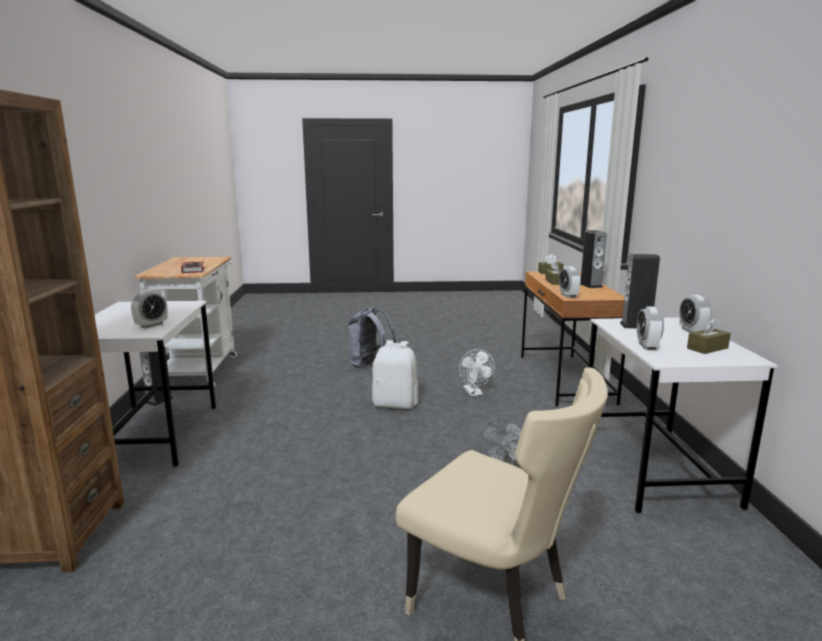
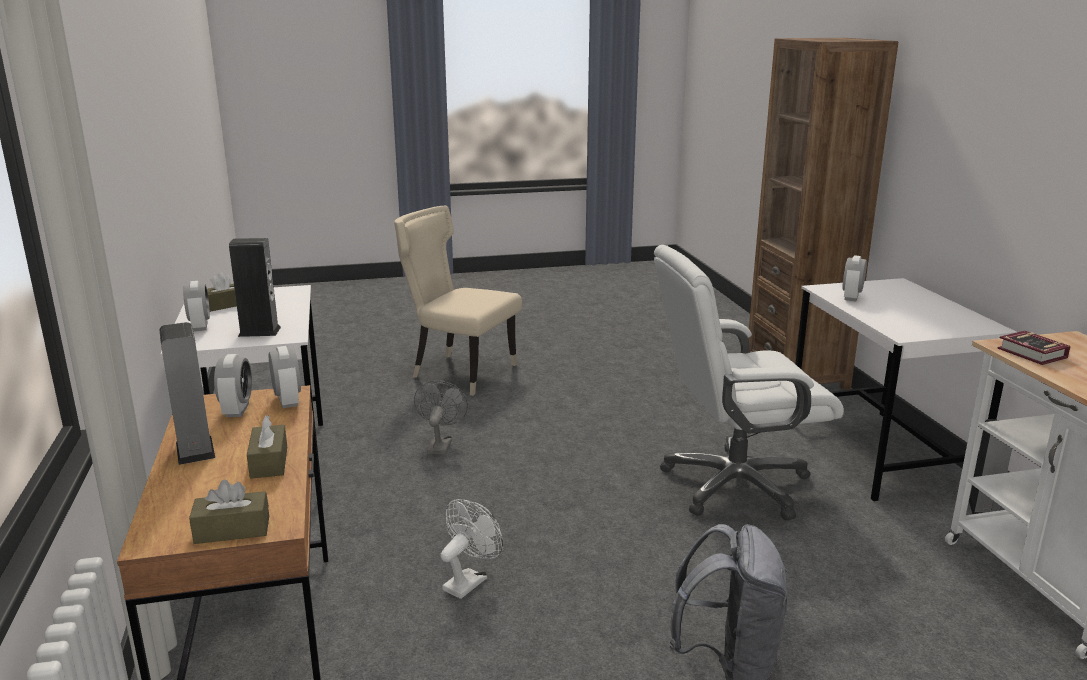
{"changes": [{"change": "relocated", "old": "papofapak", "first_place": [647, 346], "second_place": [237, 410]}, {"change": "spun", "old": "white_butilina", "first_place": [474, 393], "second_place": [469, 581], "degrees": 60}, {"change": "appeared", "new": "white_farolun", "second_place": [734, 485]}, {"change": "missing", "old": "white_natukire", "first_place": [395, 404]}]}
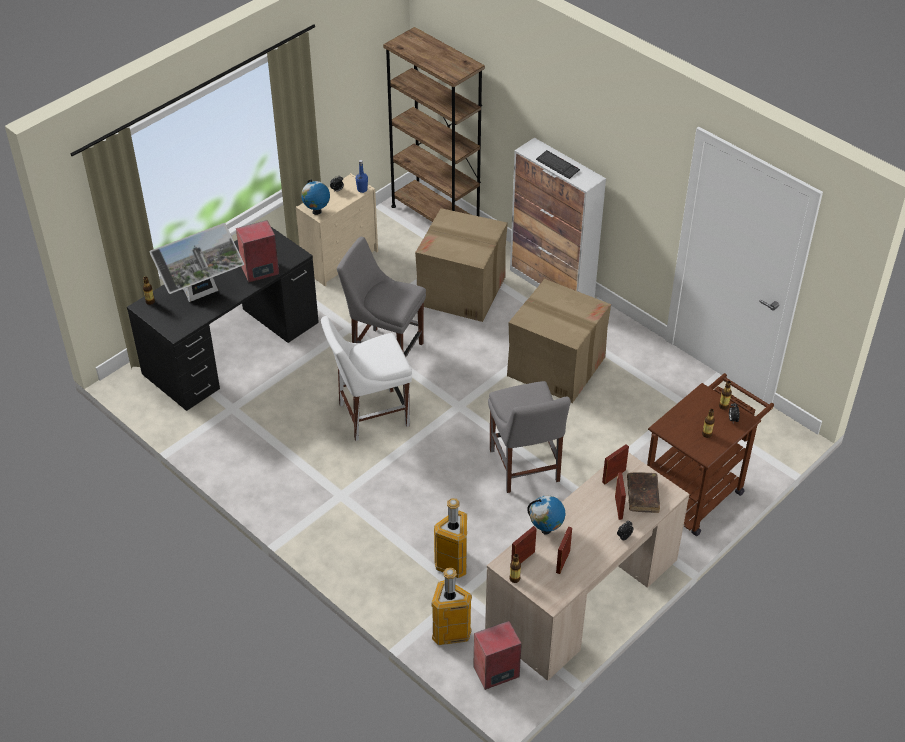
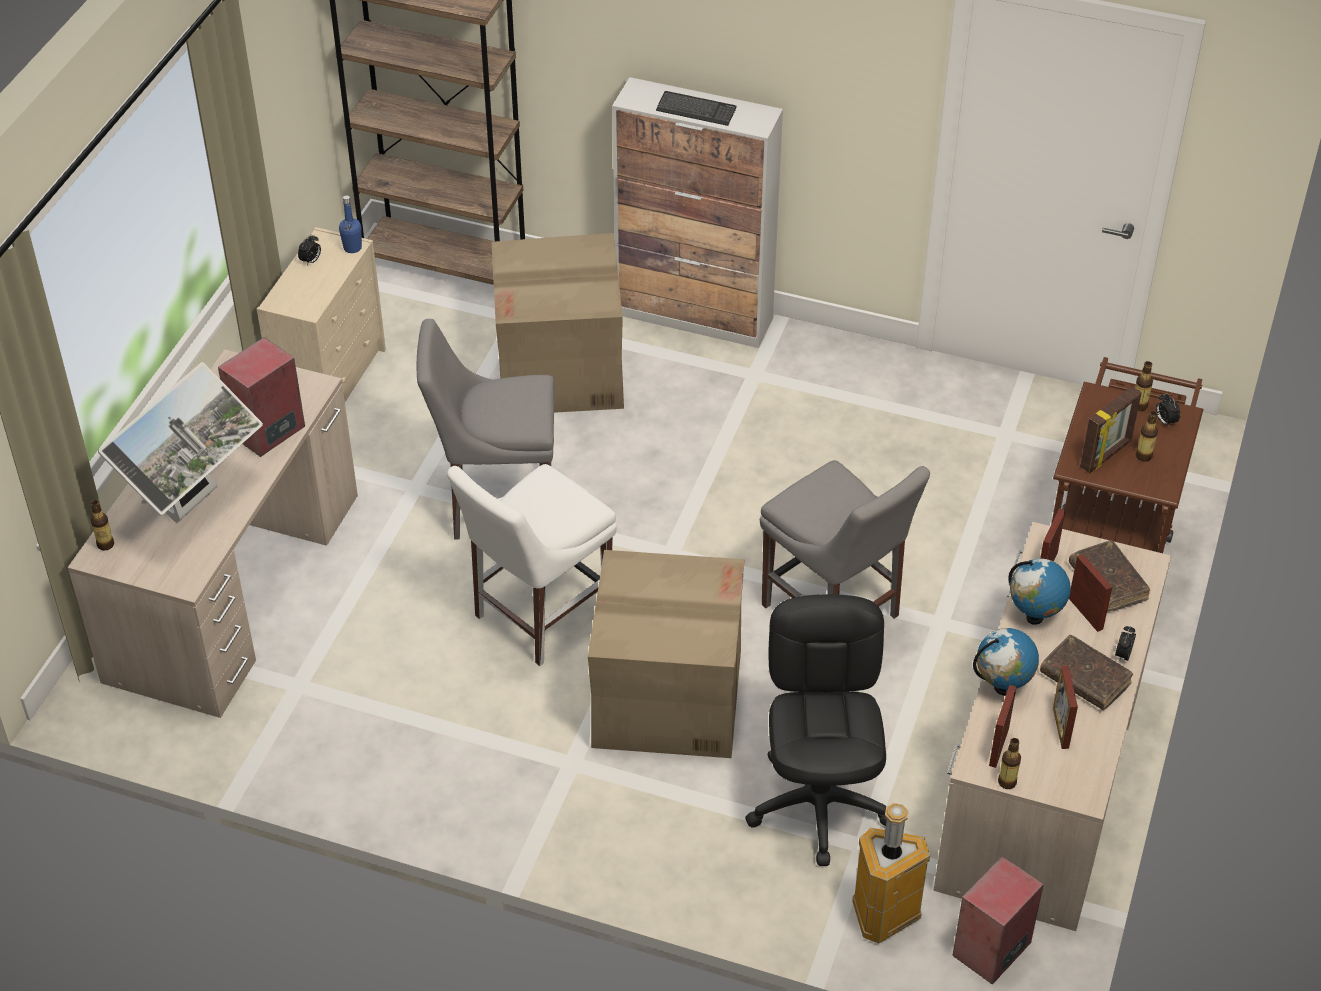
{"changes": [{"change": "colour", "old": "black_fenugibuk", "new": "beige_fenugibuk", "first_place": [232, 348], "second_place": [236, 585]}, {"change": "relocated", "old": "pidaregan", "first_place": [555, 366], "second_place": [665, 698]}, {"change": "exchanged", "old": "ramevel", "new": "black_farolun", "first_place": [453, 563], "second_place": [819, 804]}, {"change": "relocated", "old": "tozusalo", "first_place": [316, 212], "second_place": [1034, 617]}, {"change": "appeared", "new": "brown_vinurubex", "second_place": [1085, 679]}, {"change": "appeared", "new": "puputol", "second_place": [1106, 455]}]}
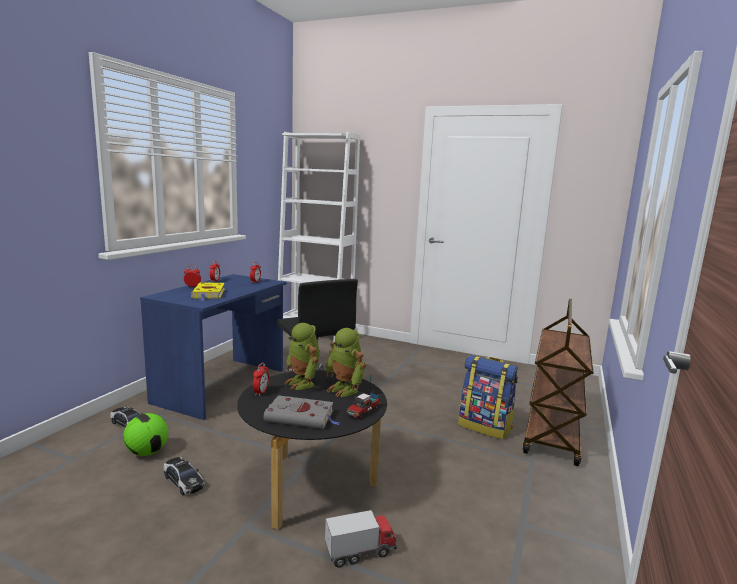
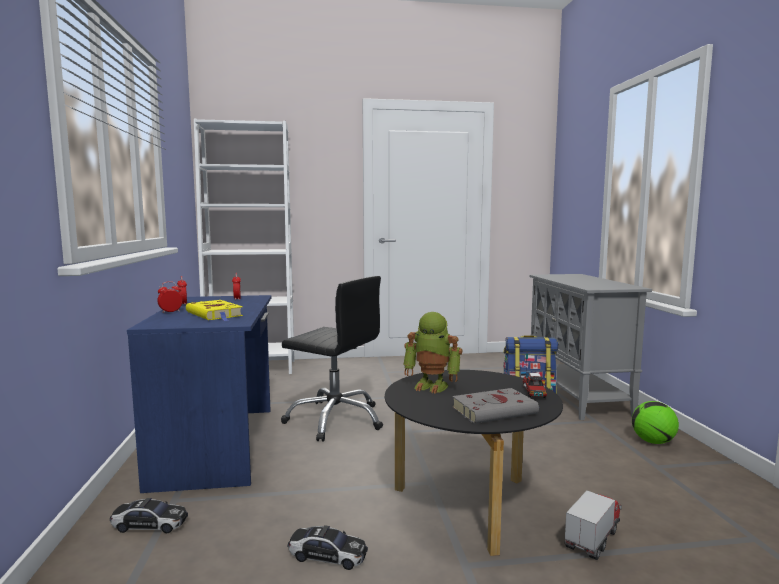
{"changes": [{"change": "exchanged", "old": "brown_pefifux", "new": "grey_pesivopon", "first_place": [553, 433], "second_place": [578, 397]}, {"change": "relocated", "old": "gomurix", "first_place": [147, 452], "second_place": [652, 441]}, {"change": "missing", "old": "papofapak", "first_place": [261, 392]}, {"change": "missing", "old": "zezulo", "first_place": [345, 389]}]}
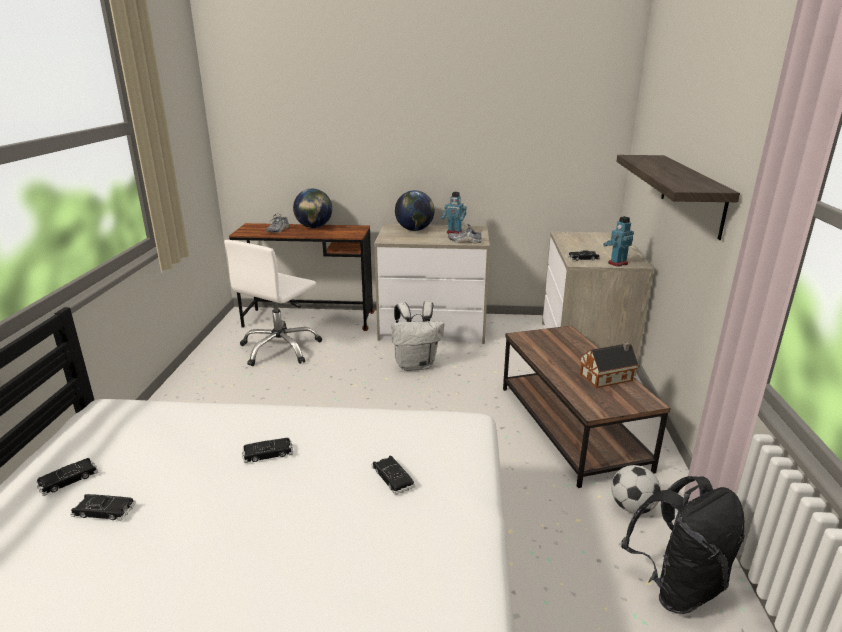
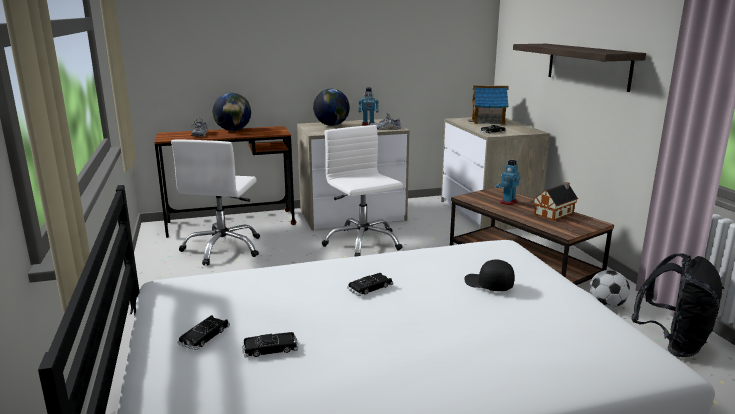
{"changes": [{"change": "exchanged", "old": "white_natukire", "new": "white_farolun", "first_place": [416, 365], "second_place": [362, 243]}, {"change": "exchanged", "old": "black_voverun", "new": "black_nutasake", "first_place": [392, 478], "second_place": [488, 285]}, {"change": "appeared", "new": "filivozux", "second_place": [488, 121]}, {"change": "relocated", "old": "zezulo", "first_place": [617, 263], "second_place": [507, 202]}]}
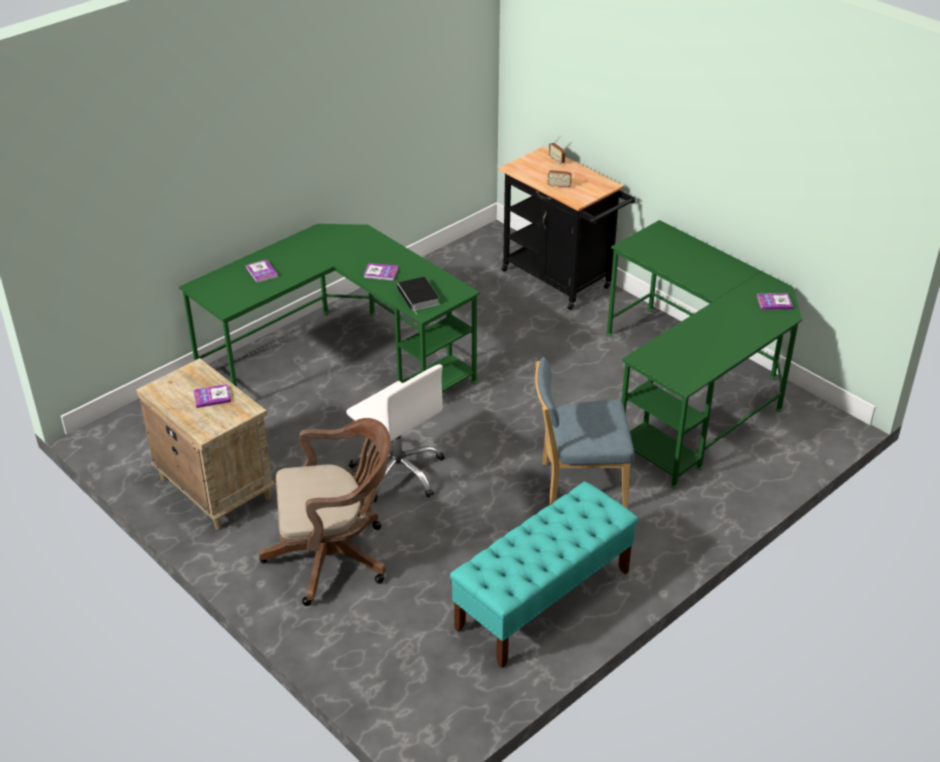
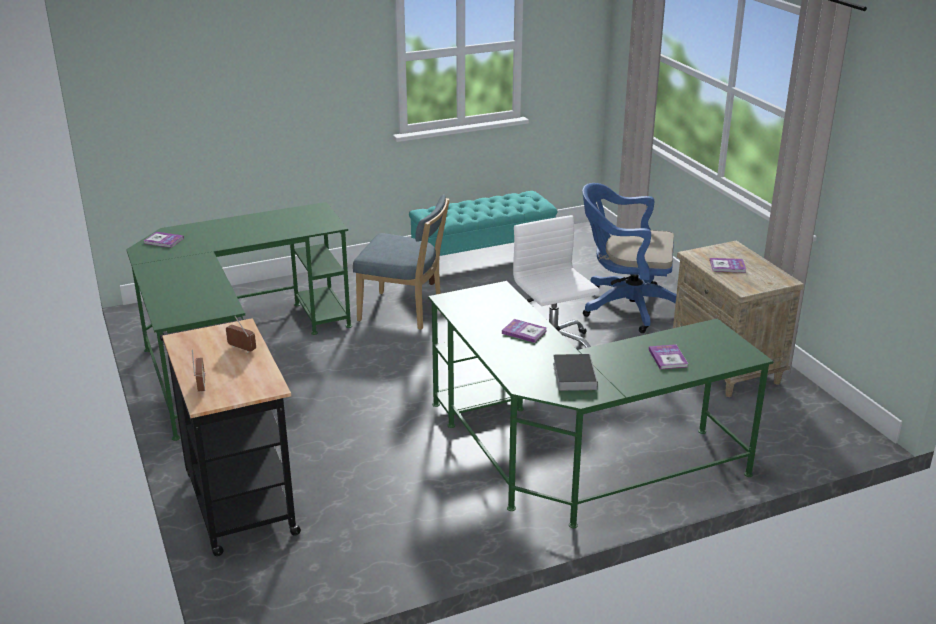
{"changes": [{"change": "relocated", "old": "vinurubex", "first_place": [419, 297], "second_place": [573, 375]}, {"change": "colour", "old": "brown_farolun", "new": "blue_farolun", "first_place": [335, 557], "second_place": [626, 307]}]}
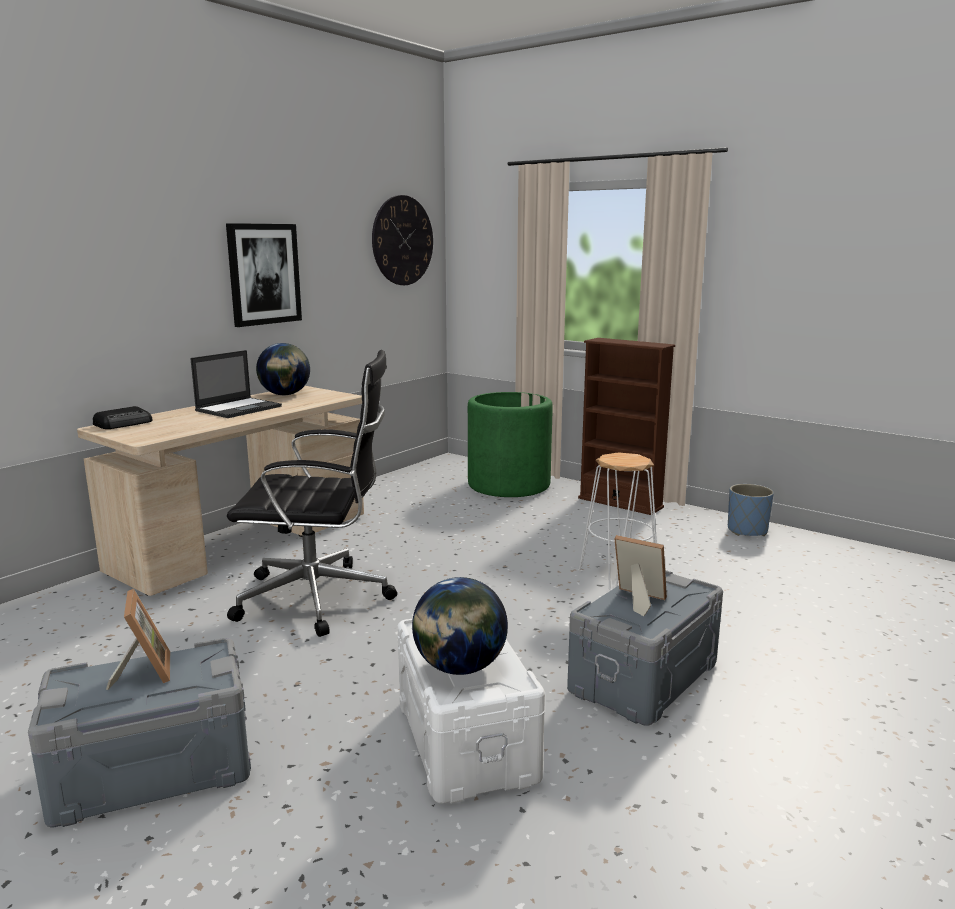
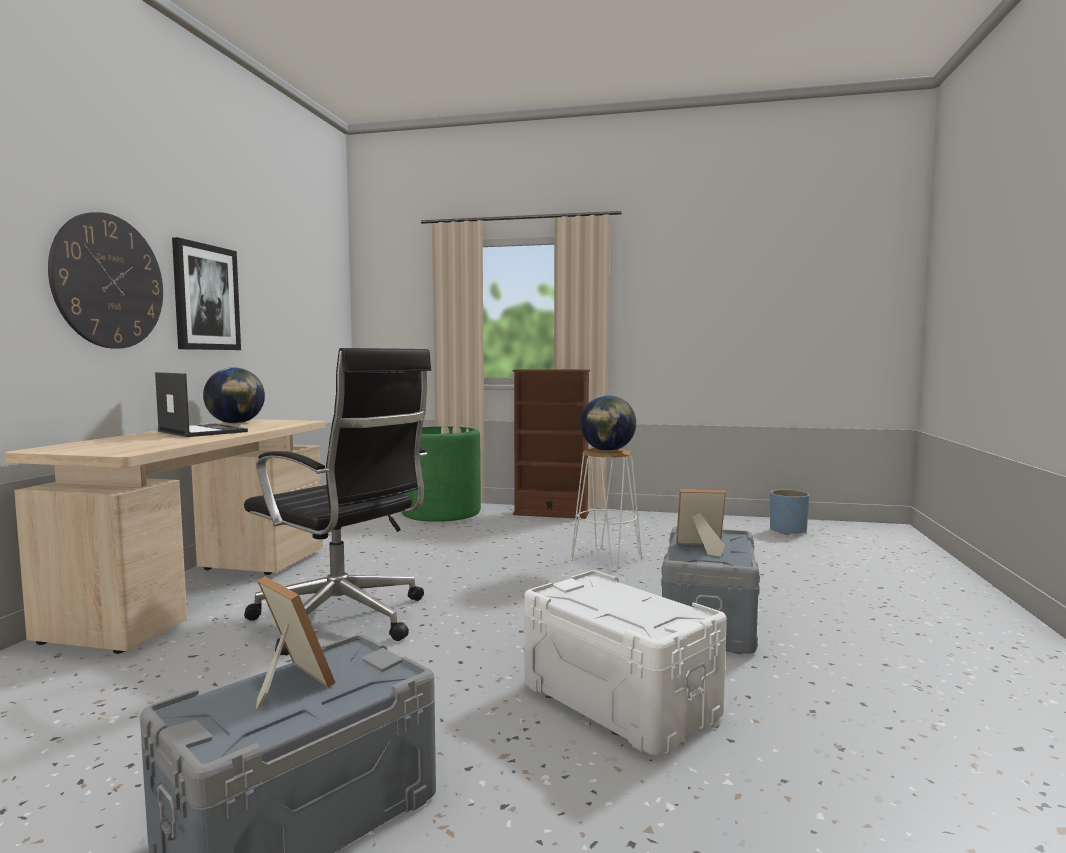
{"changes": [{"change": "relocated", "old": "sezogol", "first_place": [402, 240], "second_place": [109, 281]}, {"change": "spun", "old": "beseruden", "first_place": [239, 408], "second_place": [201, 431], "degrees": -60}, {"change": "spun", "old": "black_farolun", "first_place": [319, 598], "second_place": [343, 620], "degrees": 60}, {"change": "relocated", "old": "tozusalo", "first_place": [460, 667], "second_place": [607, 450]}, {"change": "relocated", "old": "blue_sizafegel", "first_place": [747, 530], "second_place": [788, 531]}, {"change": "missing", "old": "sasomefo", "first_place": [124, 423]}]}
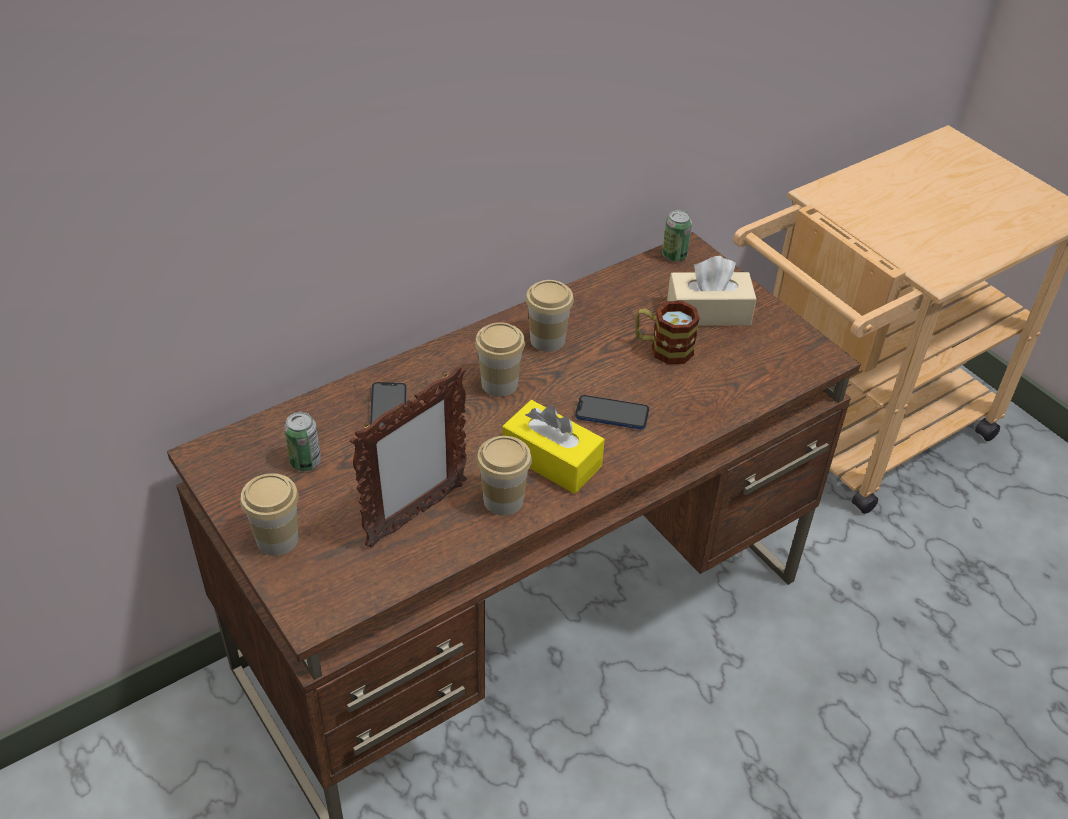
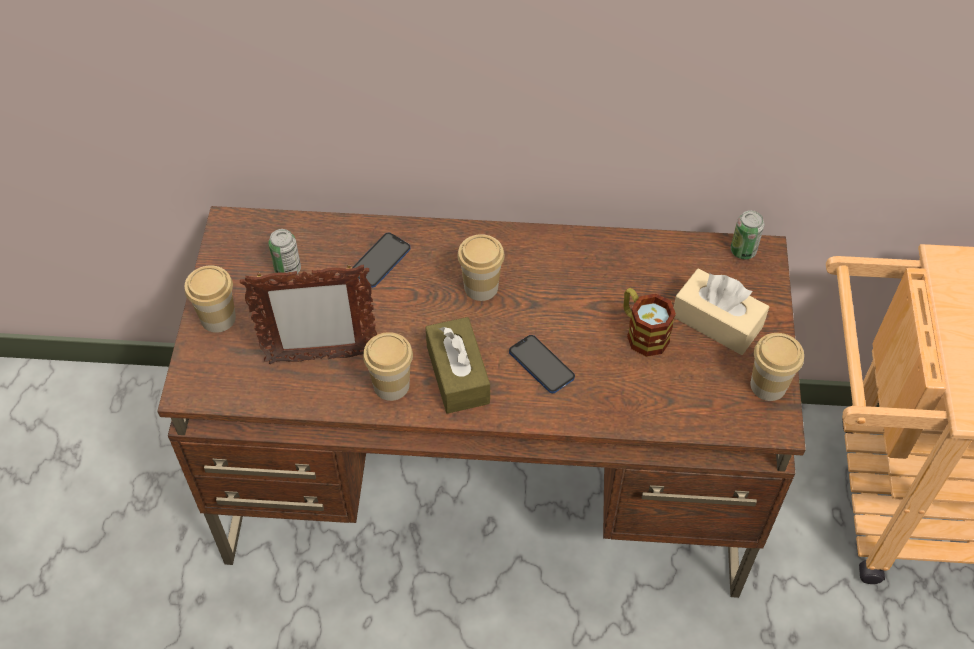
{"changes": [{"change": "colour", "old": "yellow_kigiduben", "new": "brown_kigiduben", "first_place": [551, 459], "second_place": [457, 375]}, {"change": "relocated", "old": "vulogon", "first_place": [547, 340], "second_place": [768, 385]}]}
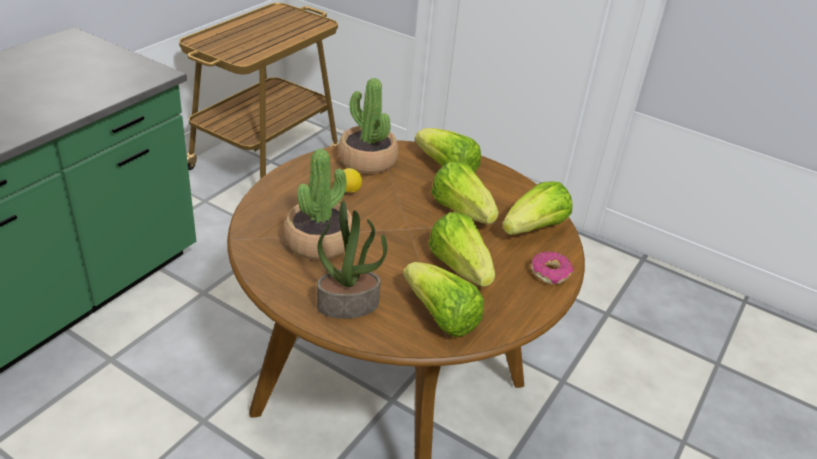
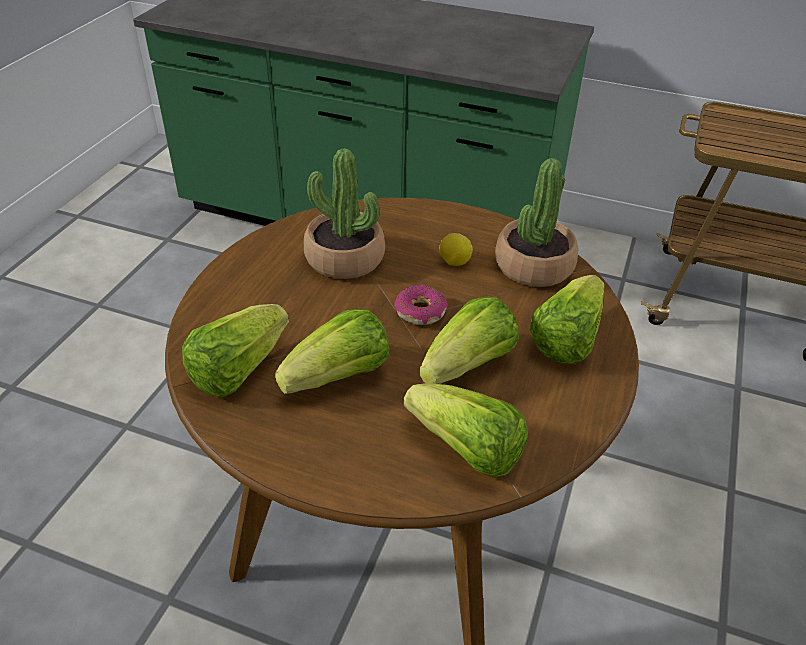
{"changes": [{"change": "relocated", "old": "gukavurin", "first_place": [550, 273], "second_place": [420, 312]}, {"change": "missing", "old": "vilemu", "first_place": [348, 304]}]}
